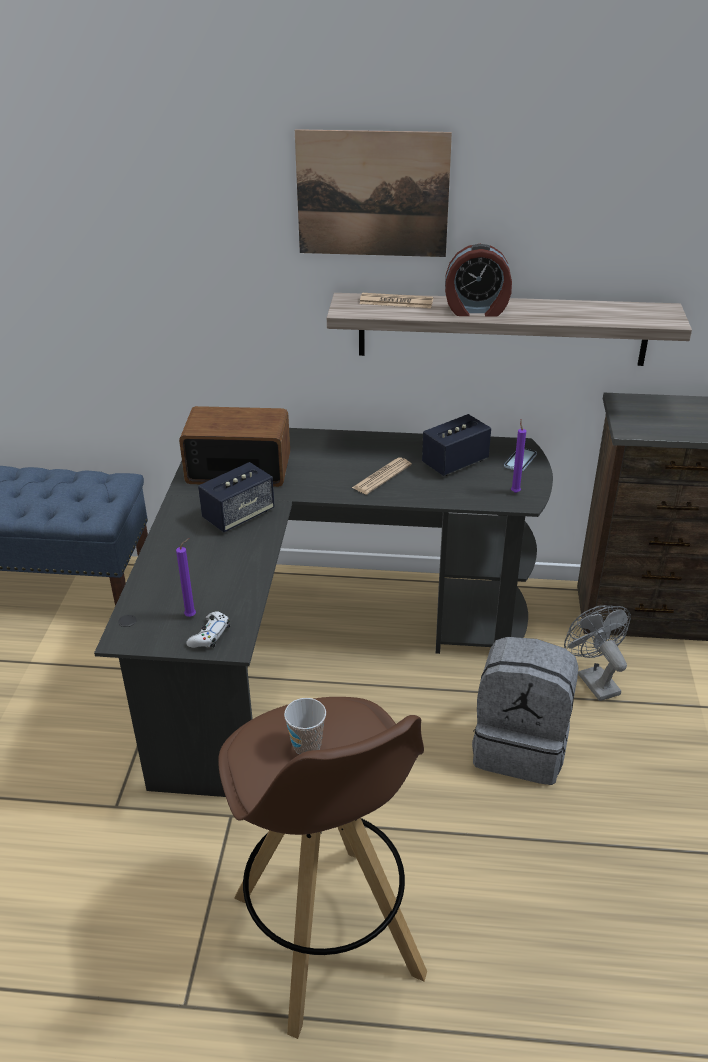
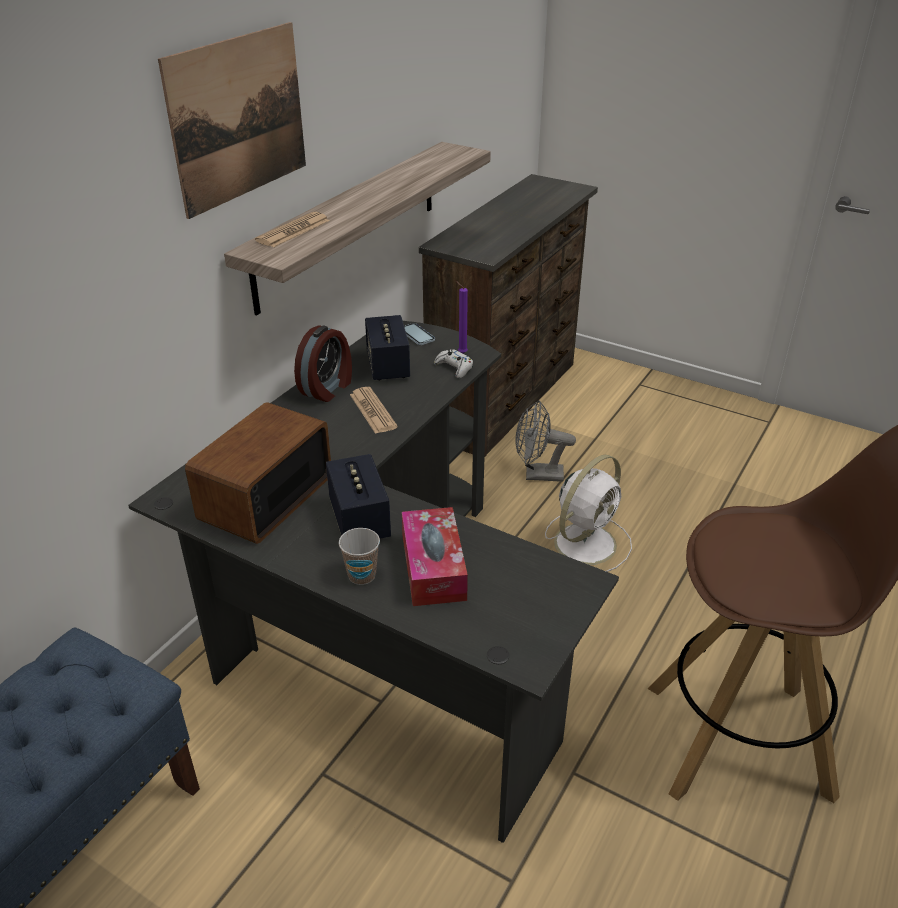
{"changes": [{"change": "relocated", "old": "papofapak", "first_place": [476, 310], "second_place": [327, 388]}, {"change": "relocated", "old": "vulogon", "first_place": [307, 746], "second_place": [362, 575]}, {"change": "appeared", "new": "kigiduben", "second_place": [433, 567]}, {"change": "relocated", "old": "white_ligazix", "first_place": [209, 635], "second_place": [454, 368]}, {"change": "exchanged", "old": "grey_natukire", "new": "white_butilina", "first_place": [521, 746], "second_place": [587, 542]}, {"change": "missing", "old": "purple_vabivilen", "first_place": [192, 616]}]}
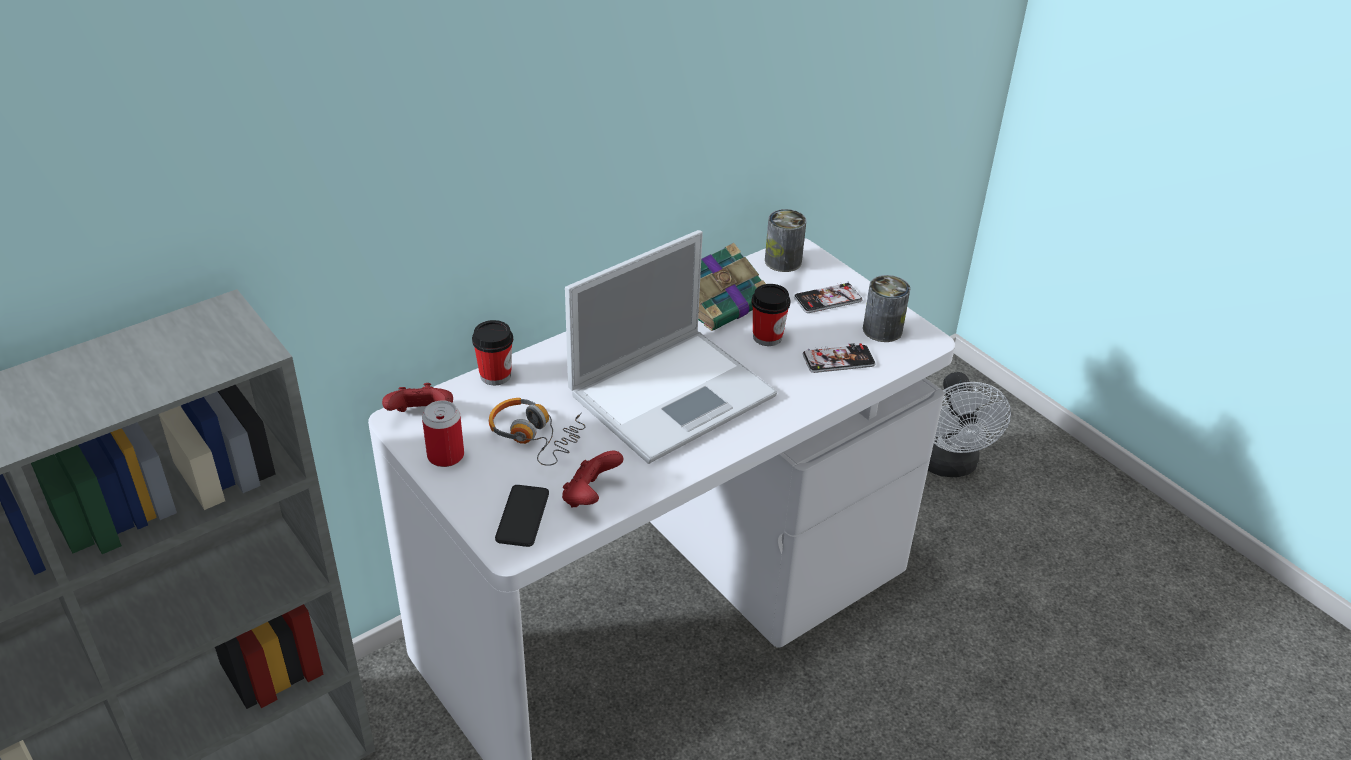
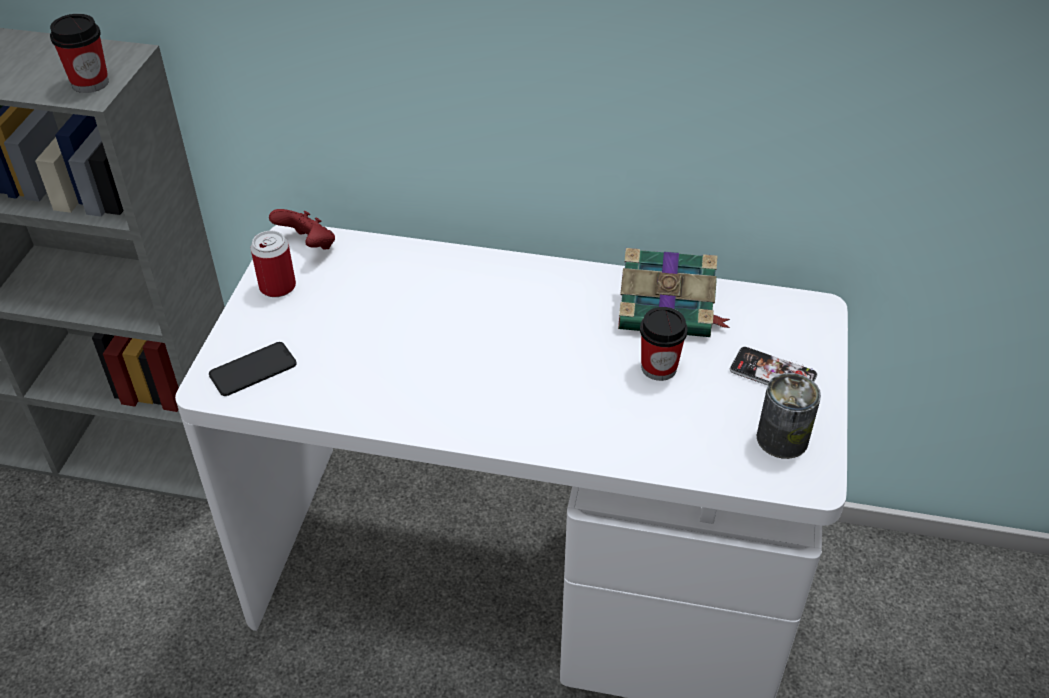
{"changes": [{"change": "relocated", "old": "vulogon", "first_place": [495, 375], "second_place": [90, 83]}, {"change": "missing", "old": "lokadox", "first_place": [535, 436]}, {"change": "missing", "old": "red_ligazix", "first_place": [590, 496]}, {"change": "missing", "old": "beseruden", "first_place": [674, 393]}, {"change": "missing", "old": "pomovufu", "first_place": [783, 261]}, {"change": "missing", "old": "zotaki", "first_place": [838, 360]}, {"change": "missing", "old": "white_butilina", "first_place": [949, 465]}]}
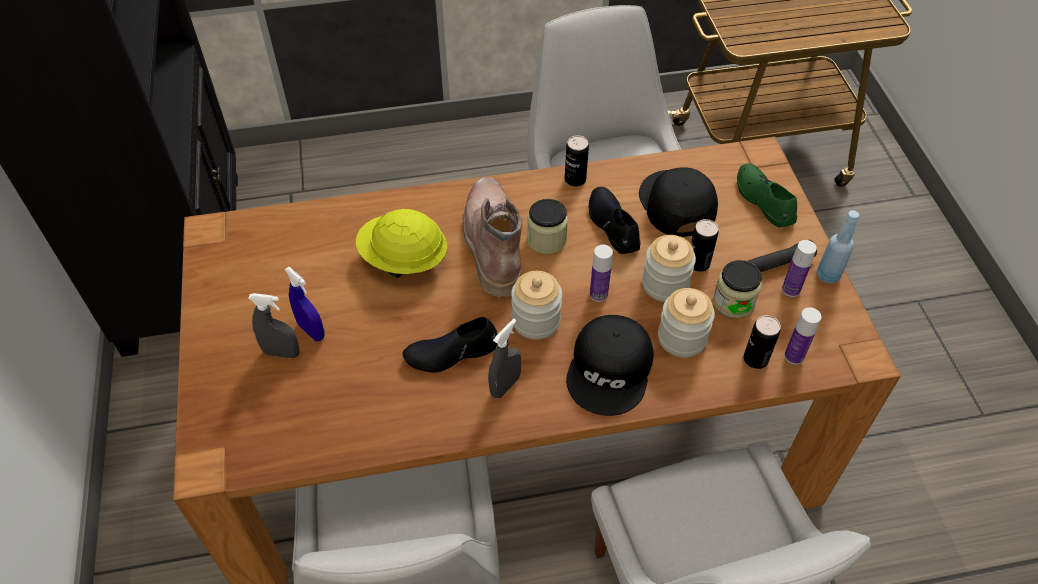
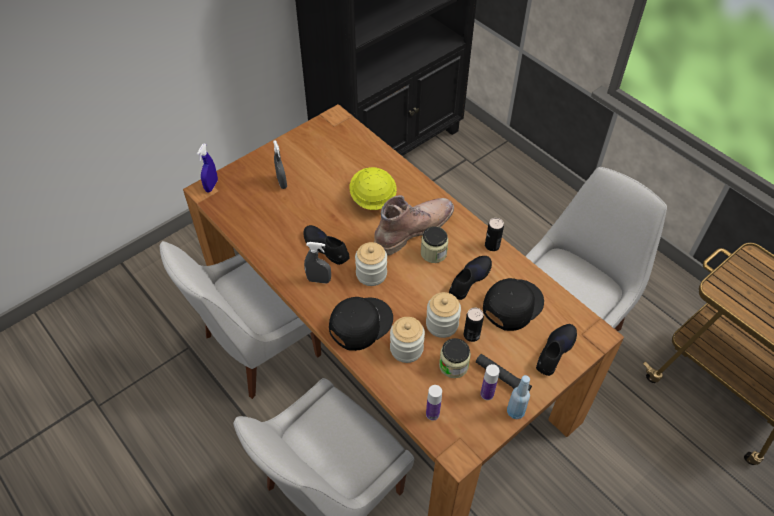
{"changes": [{"change": "relocated", "old": "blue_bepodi", "first_place": [311, 331], "second_place": [211, 186]}, {"change": "spun", "old": "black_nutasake", "first_place": [611, 370], "second_place": [360, 323], "degrees": 150}, {"change": "colour", "old": "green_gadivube", "new": "black_gadivube", "first_place": [763, 200], "second_place": [555, 351]}, {"change": "missing", "old": "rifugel", "first_place": [598, 294]}, {"change": "missing", "old": "pomovufu", "first_place": [755, 359]}]}
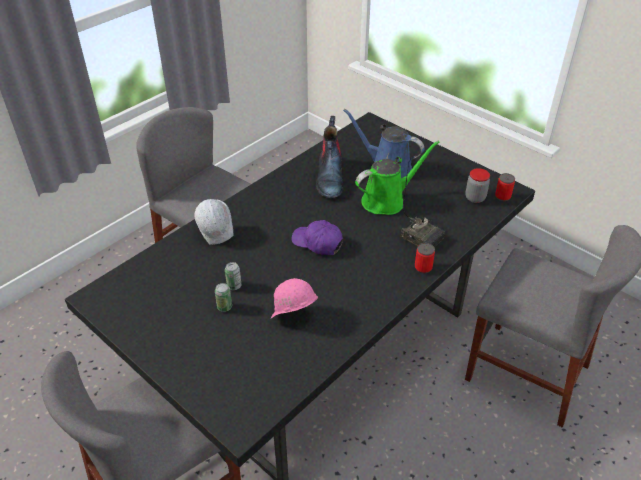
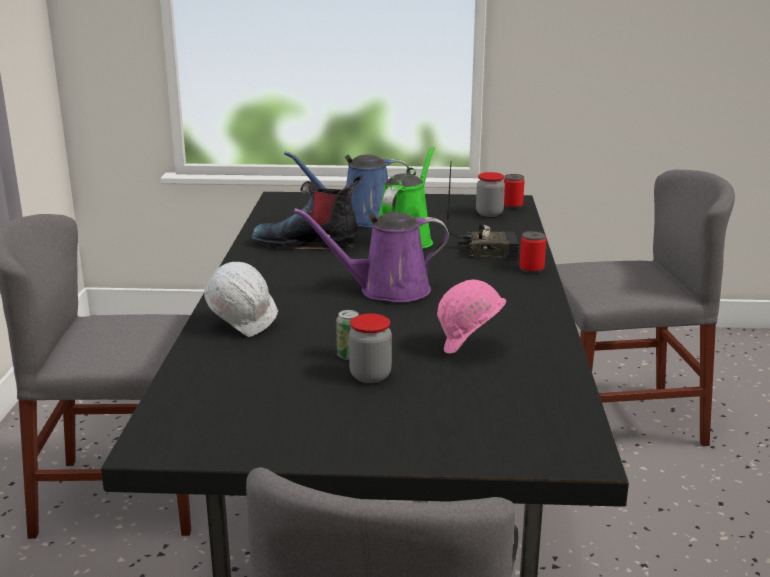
{"changes": [{"change": "spun", "old": "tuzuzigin", "first_place": [330, 177], "second_place": [308, 243], "degrees": 135}, {"change": "exchanged", "old": "purple_nutasake", "new": "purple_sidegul", "first_place": [317, 243], "second_place": [387, 290]}, {"change": "exchanged", "old": "pomovufu", "new": "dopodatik", "first_place": [224, 307], "second_place": [370, 376]}]}
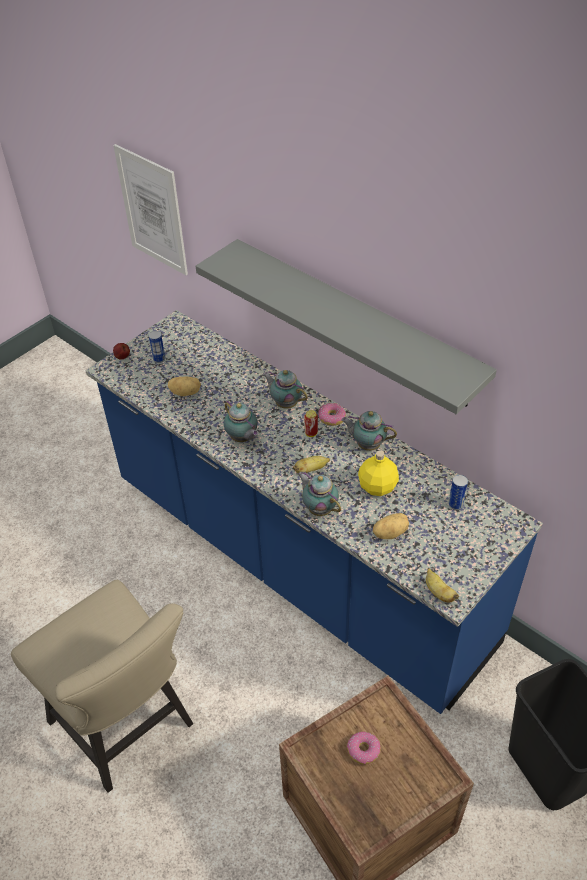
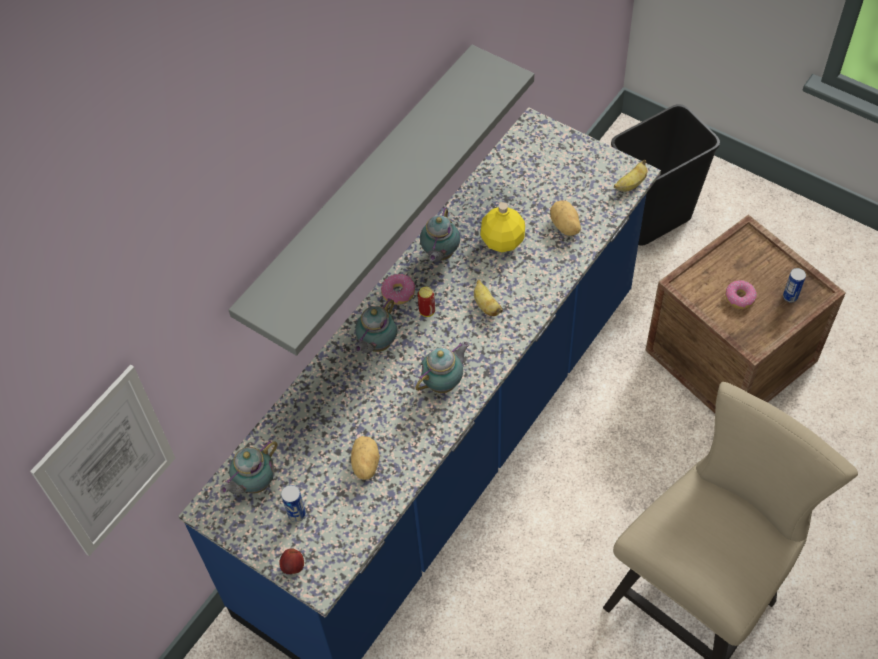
{"changes": [{"change": "relocated", "old": "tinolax", "first_place": [319, 508], "second_place": [254, 484]}, {"change": "relocated", "old": "pomovufu", "first_place": [455, 504], "second_place": [790, 296]}]}
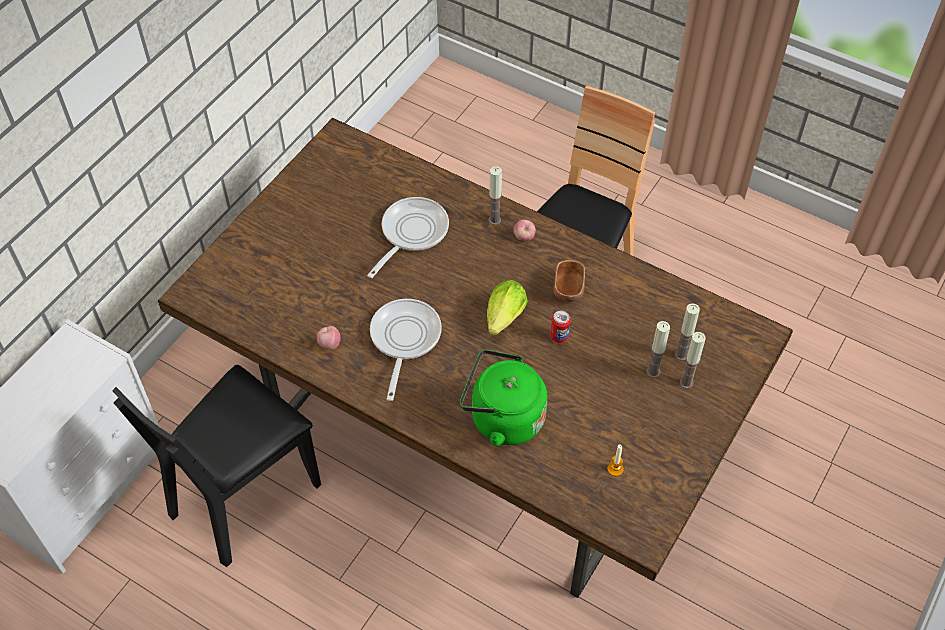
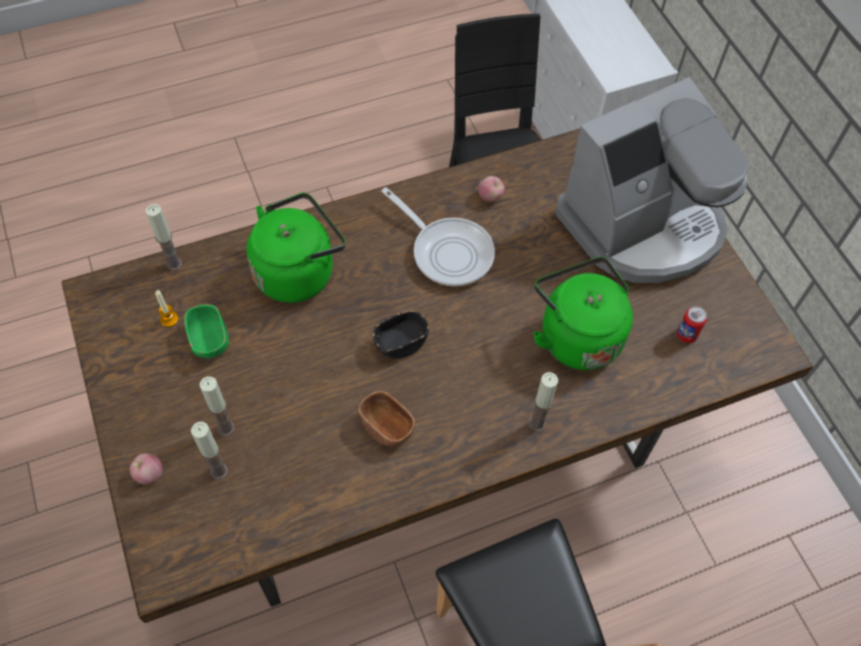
{"changes": [{"change": "relocated", "old": "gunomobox", "first_place": [524, 237], "second_place": [149, 474]}, {"change": "relocated", "old": "vabivilen", "first_place": [686, 382], "second_place": [174, 264]}, {"change": "appeared", "new": "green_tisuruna", "second_place": [209, 340]}, {"change": "exchanged", "old": "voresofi", "new": "black_tisuruna", "first_place": [503, 320], "second_place": [401, 343]}, {"change": "exchanged", "old": "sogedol", "new": "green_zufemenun", "first_place": [411, 233], "second_place": [576, 335]}, {"change": "appeared", "new": "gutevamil", "second_place": [643, 226]}, {"change": "relocated", "old": "pomovufu", "first_place": [559, 336], "second_place": [686, 335]}]}
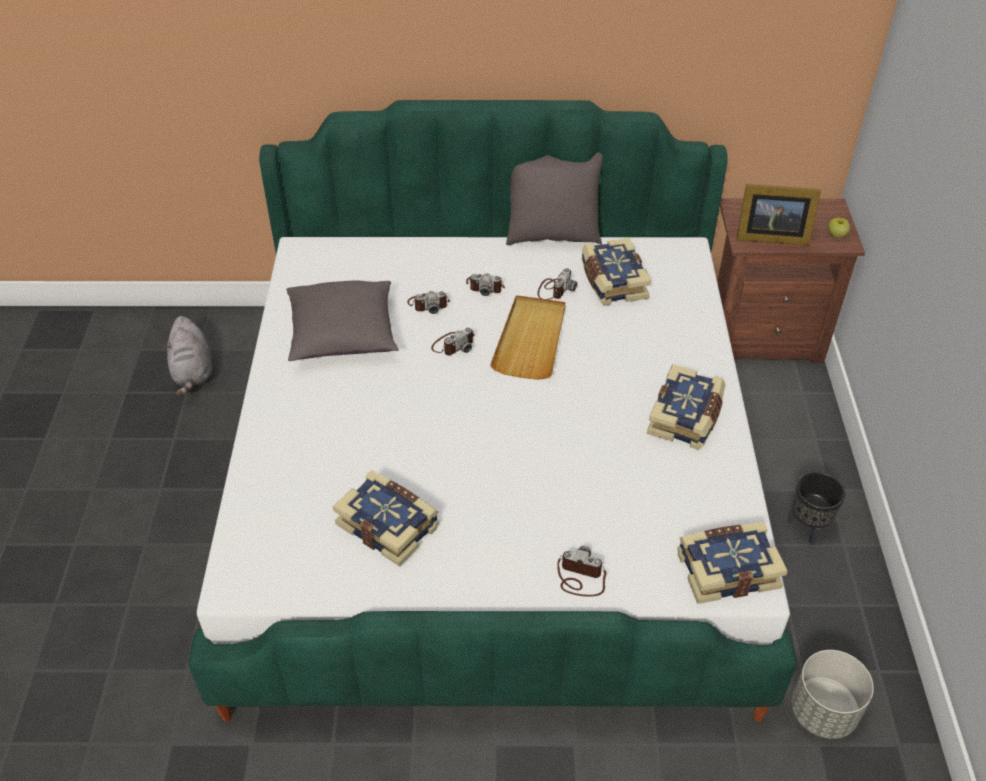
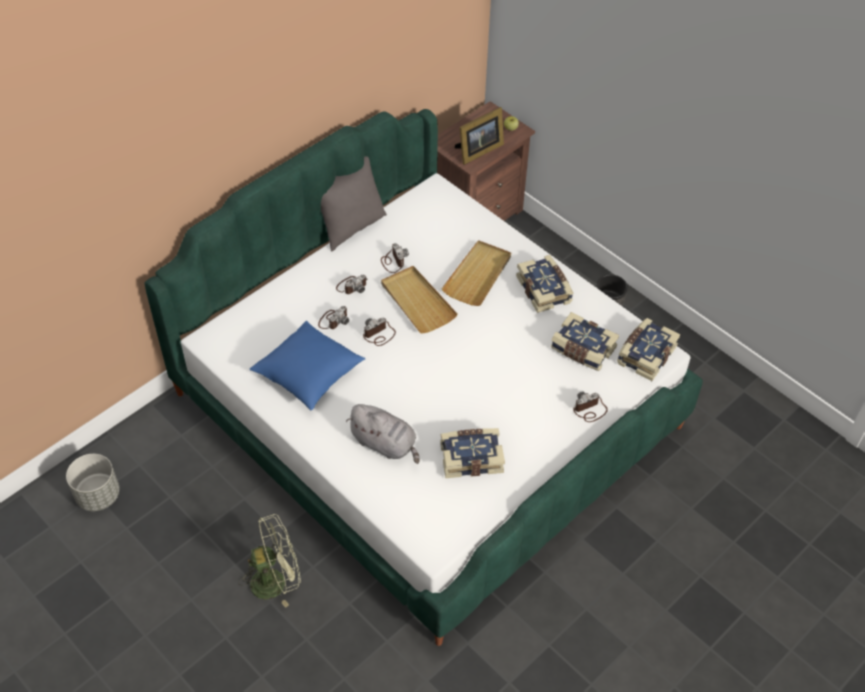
{"changes": [{"change": "relocated", "old": "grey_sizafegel", "first_place": [823, 712], "second_place": [98, 495]}, {"change": "appeared", "new": "green_butilina", "second_place": [275, 580]}, {"change": "colour", "old": "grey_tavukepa", "new": "blue_tavukepa", "first_place": [343, 336], "second_place": [309, 375]}, {"change": "relocated", "old": "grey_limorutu", "first_place": [193, 372], "second_place": [385, 444]}, {"change": "spun", "old": "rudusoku", "first_place": [453, 345], "second_place": [379, 335], "degrees": -135}, {"change": "appeared", "new": "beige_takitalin", "second_place": [478, 275]}, {"change": "relocated", "old": "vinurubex", "first_place": [612, 282], "second_place": [582, 349]}]}
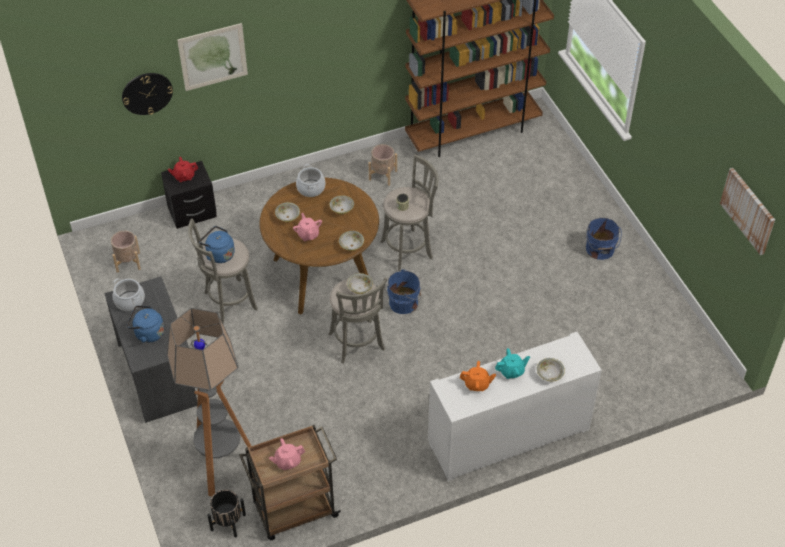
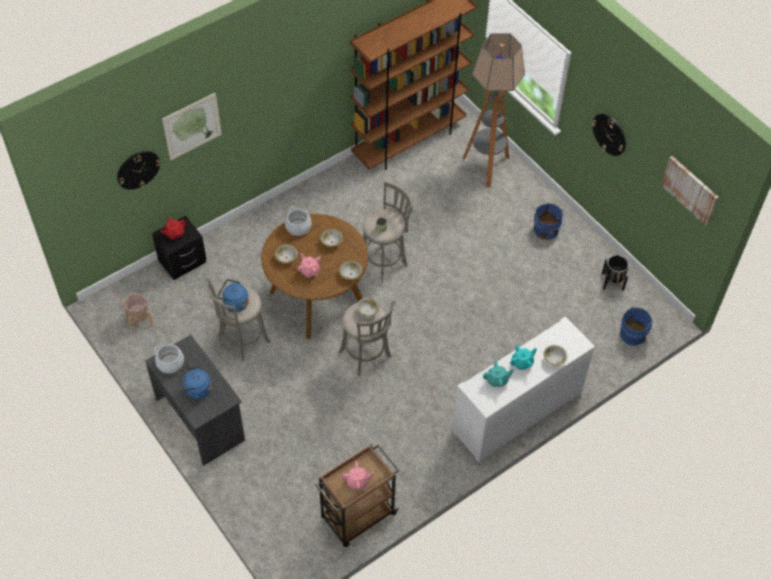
{"changes": [{"change": "spun", "old": "pink_tinolax", "first_place": [287, 461], "second_place": [357, 481], "degrees": -150}, {"change": "relocated", "old": "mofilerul", "first_place": [222, 466], "second_place": [486, 167]}, {"change": "colour", "old": "orange_tinolax", "new": "turquoise_tinolax", "first_place": [477, 384], "second_place": [497, 380]}, {"change": "appeared", "new": "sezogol", "second_place": [609, 134]}, {"change": "relocated", "old": "black_sizafegel", "first_place": [228, 522], "second_place": [612, 281]}, {"change": "relocated", "old": "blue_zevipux", "first_place": [405, 302], "second_place": [634, 334]}, {"change": "missing", "old": "beige_sizafegel", "first_place": [382, 175]}]}
